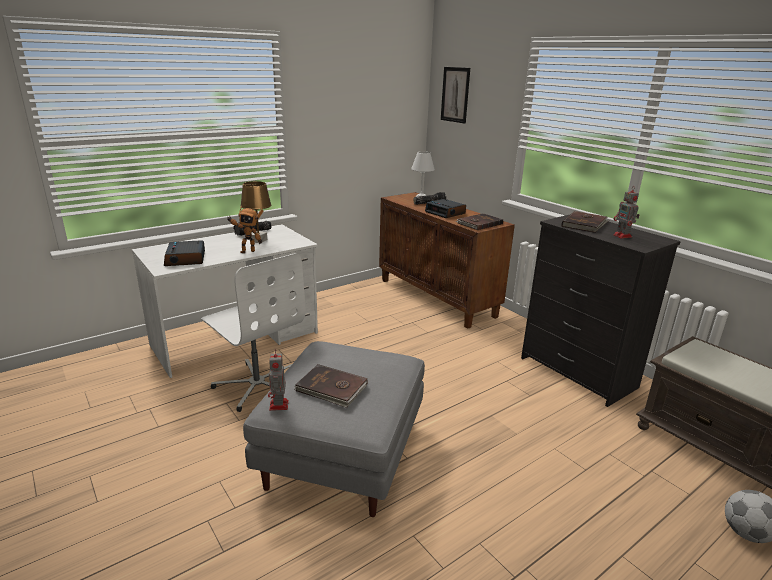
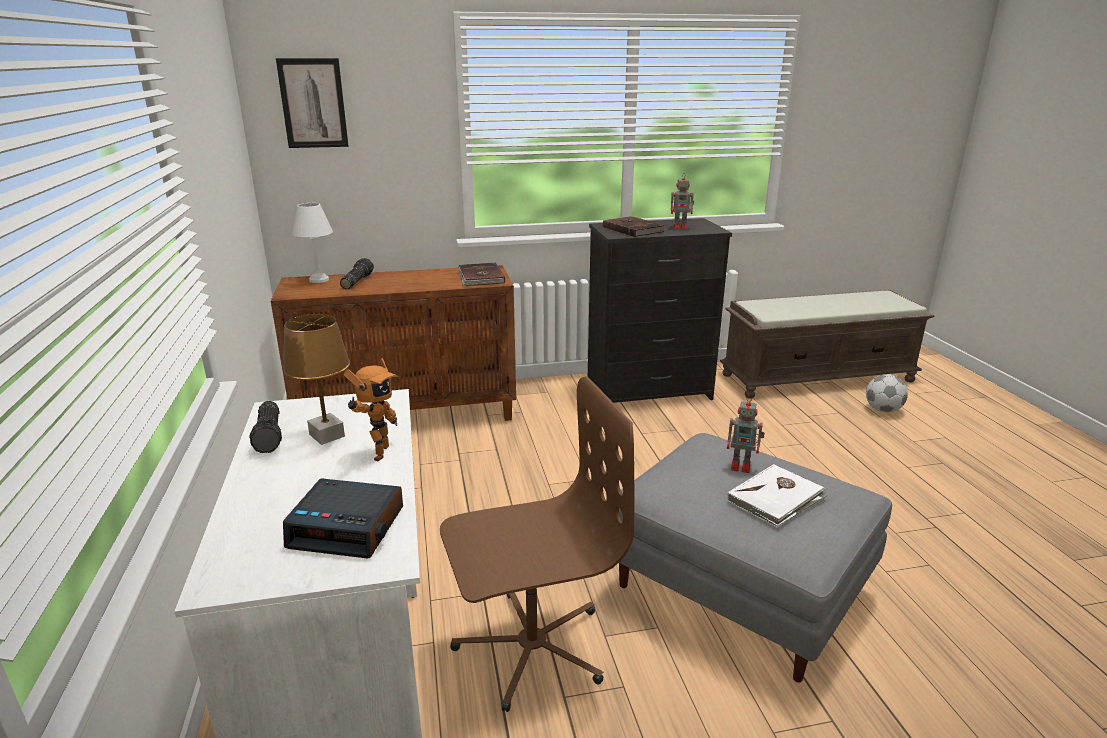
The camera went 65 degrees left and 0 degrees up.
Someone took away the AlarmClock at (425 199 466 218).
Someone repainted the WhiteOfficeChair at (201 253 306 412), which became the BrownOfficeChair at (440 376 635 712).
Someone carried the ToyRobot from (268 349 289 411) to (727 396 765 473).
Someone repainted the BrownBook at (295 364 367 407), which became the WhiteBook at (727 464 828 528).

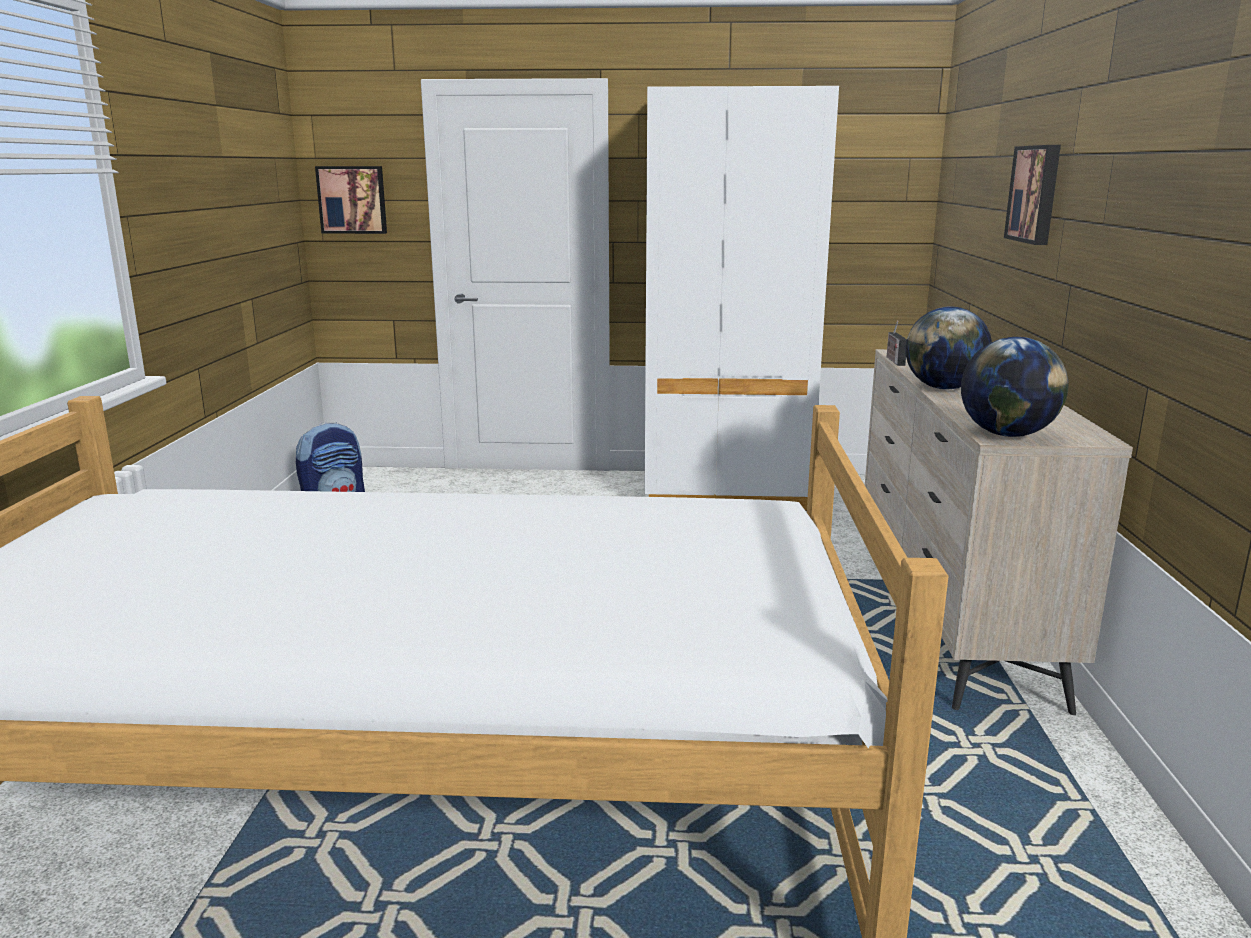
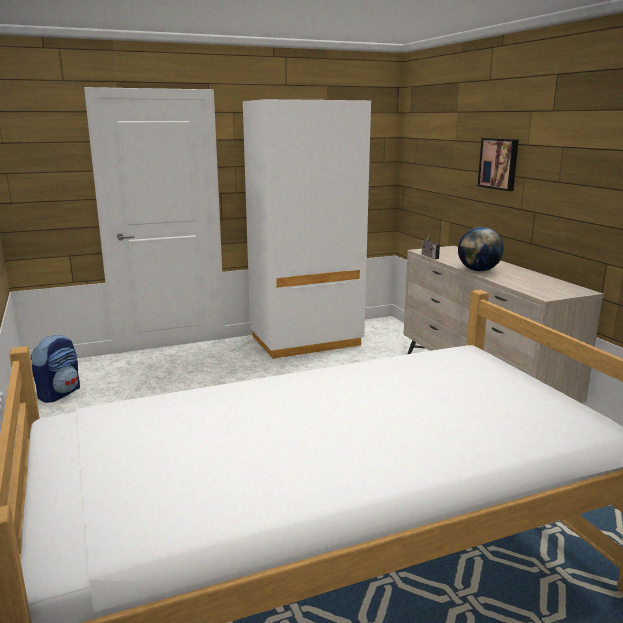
The camera went 25 degrees left and 0 degrees up.
Someone took away the Picture at (315 166 387 234).
Someone took away the Globe at (961 337 1069 437).

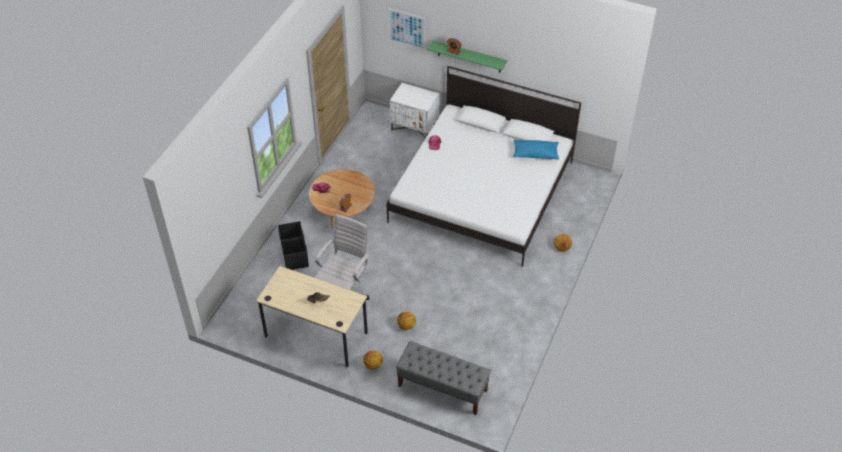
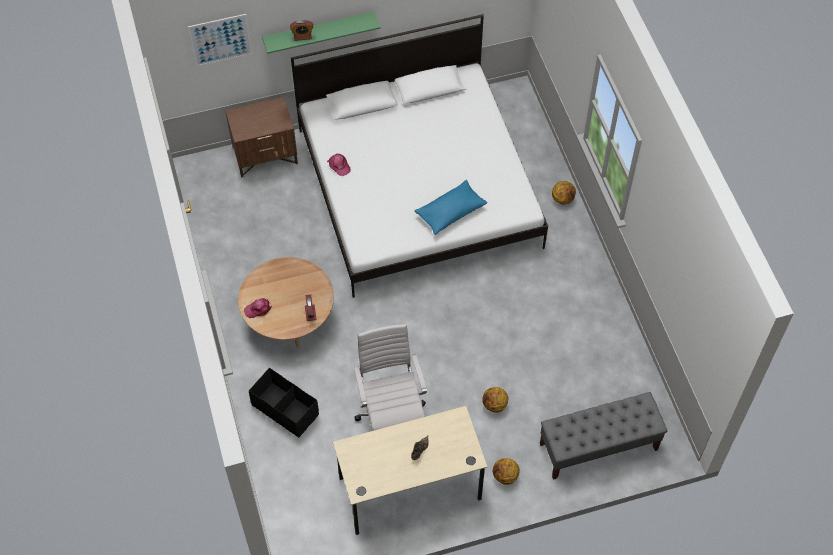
The camera went 40 degrees left and 10 degrees up.
Someone repainted the WhiteNightstand at (390 83 440 138), which became the BrownNightstand at (225 97 298 177).
Someone carried the BluePillow from (513 140 559 160) to (414 180 487 235).

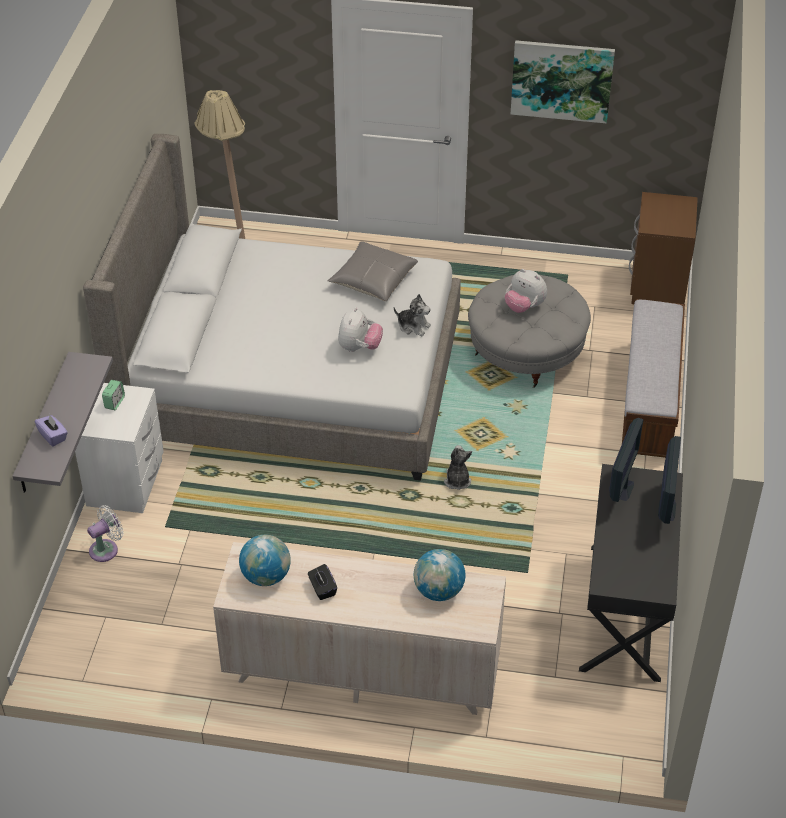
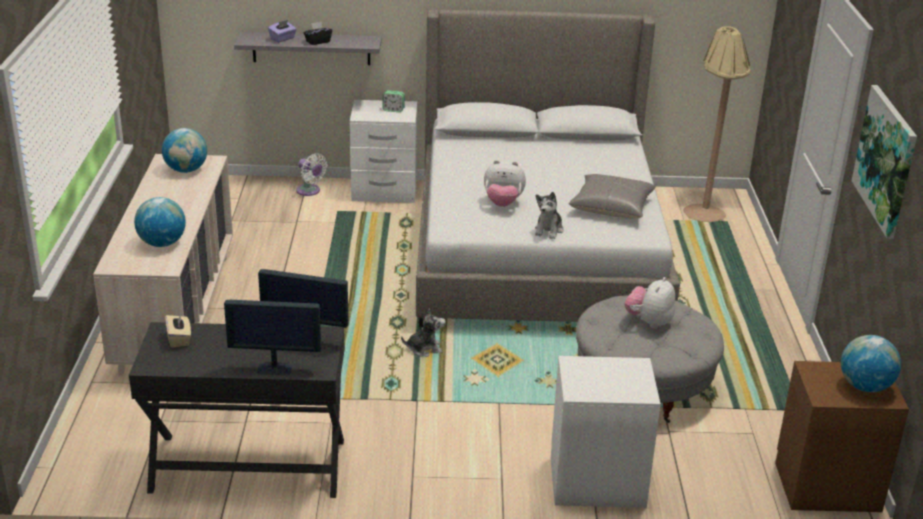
The camera went 80 degrees right and 15 degrees down.
Someone swapped the Bench at (622 299 685 458) for the WhiteNightstand at (551 356 661 508).
Someone carried the BlackTissueBox from (308 564 337 600) to (304 22 332 45).
Someone put down the BeigeTissueBox at (165 313 191 348).
Someone put down the Globe at (841 335 901 392).

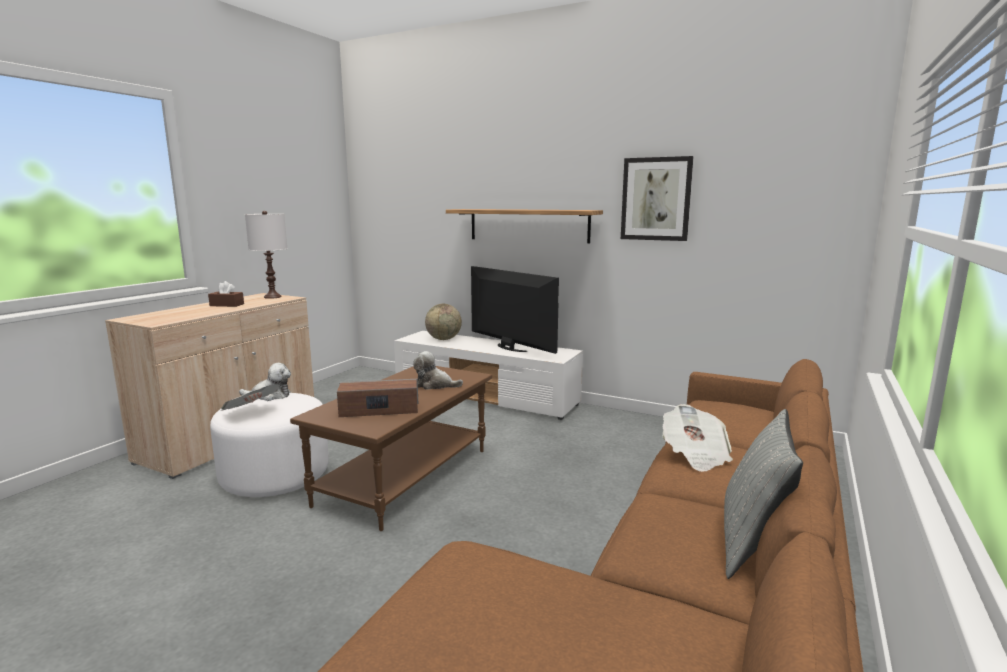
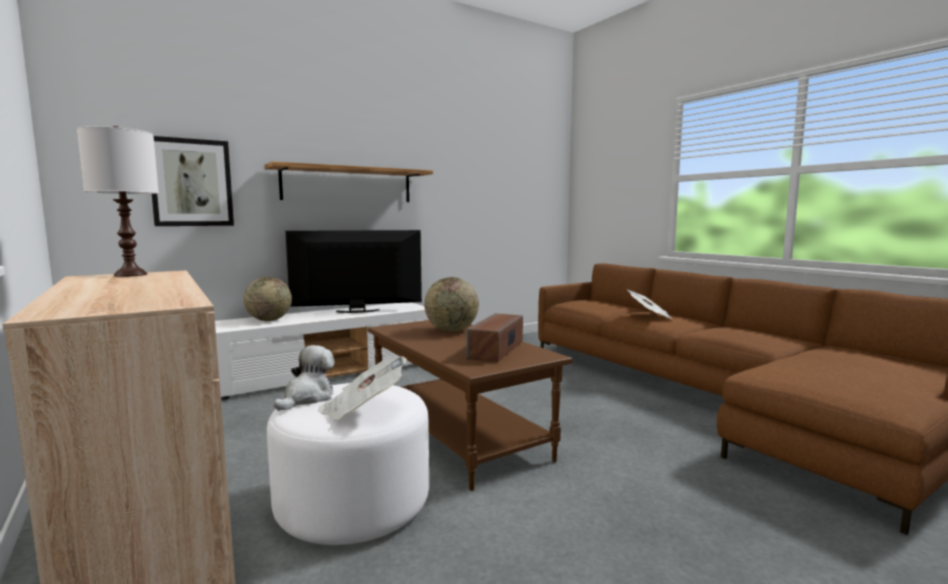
The camera went 60 degrees left and 5 degrees down.
Someone carried the Picture from (621 156 694 241) to (152 136 234 226).
Someone took away the BrownTissueBox at (208 281 244 307).
Someone swapped the PlushToy at (413 351 463 390) for the Globe at (424 277 479 332).
Someone took away the GreyPillow at (724 409 803 579).

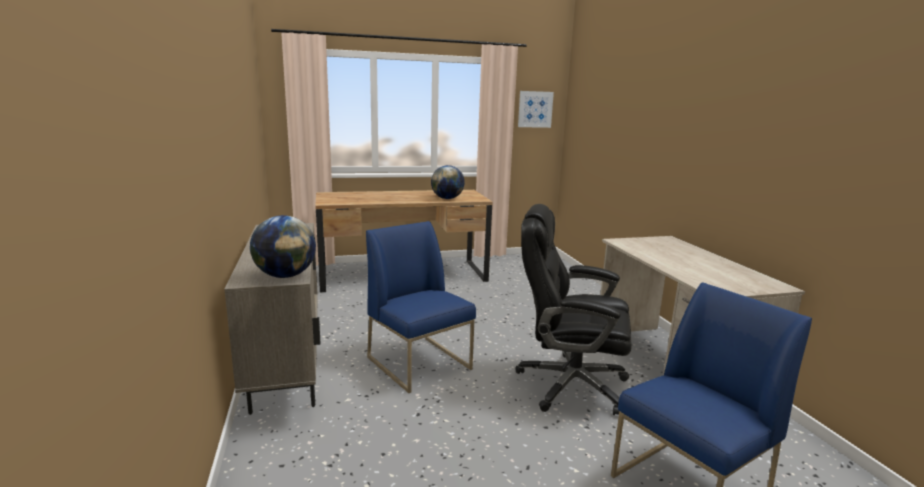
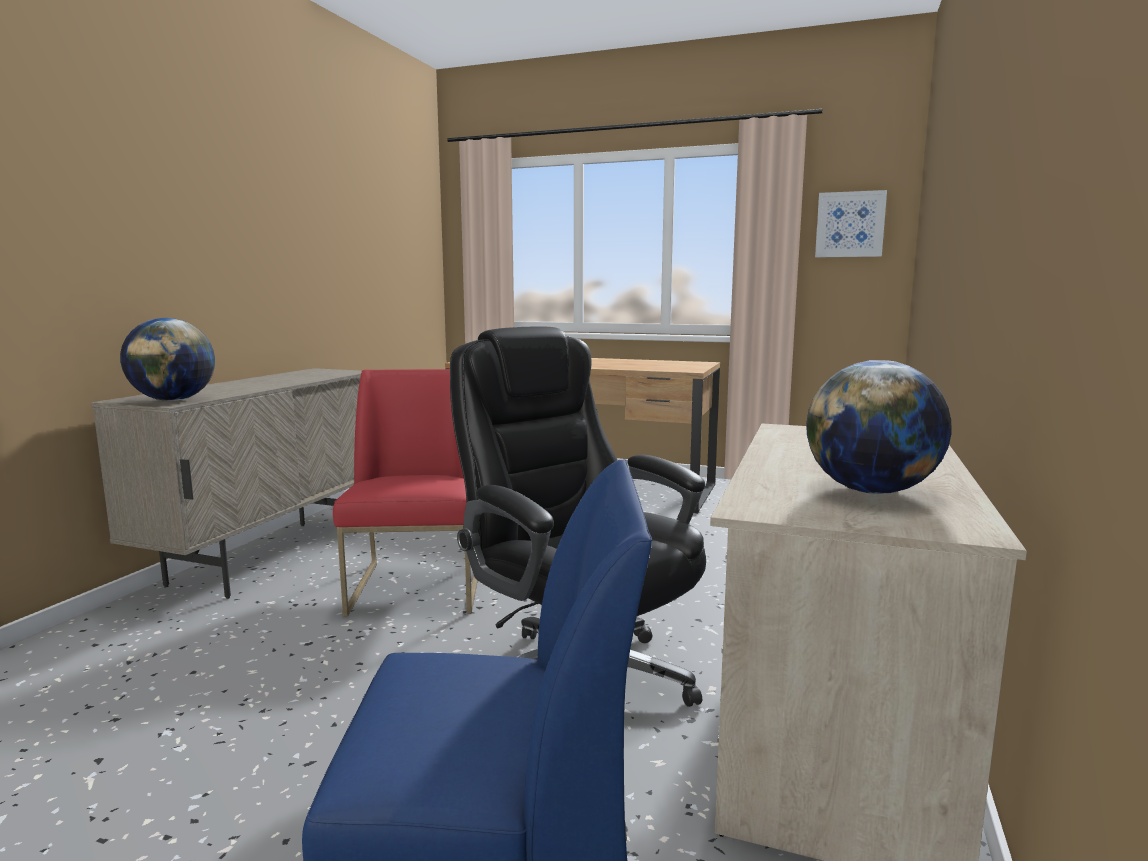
The camera went 35 degrees right and 5 degrees down.
Someone carried the Globe from (431 165 465 199) to (806 360 951 494).
Someone repainted the BlueChair at (366 221 476 393), which became the RedChair at (333 369 478 617).

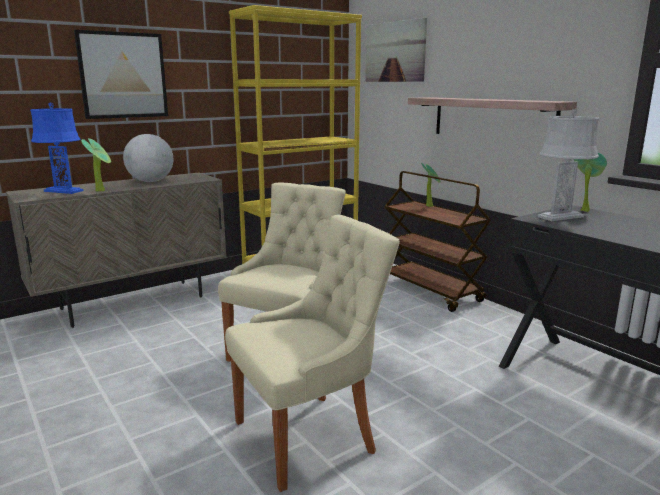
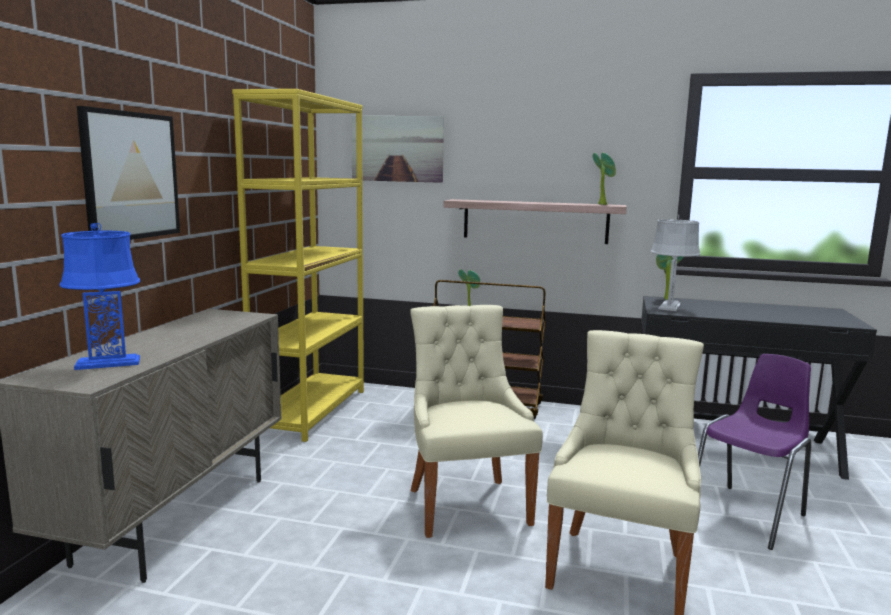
The camera went 40 degrees left and 5 degrees down.
Someone took away the Globe at (123 134 173 182).
Someone carried the PottedPlant from (81 138 111 192) to (593 153 616 205).
Someone put down the PurpleChair at (698 354 811 550).

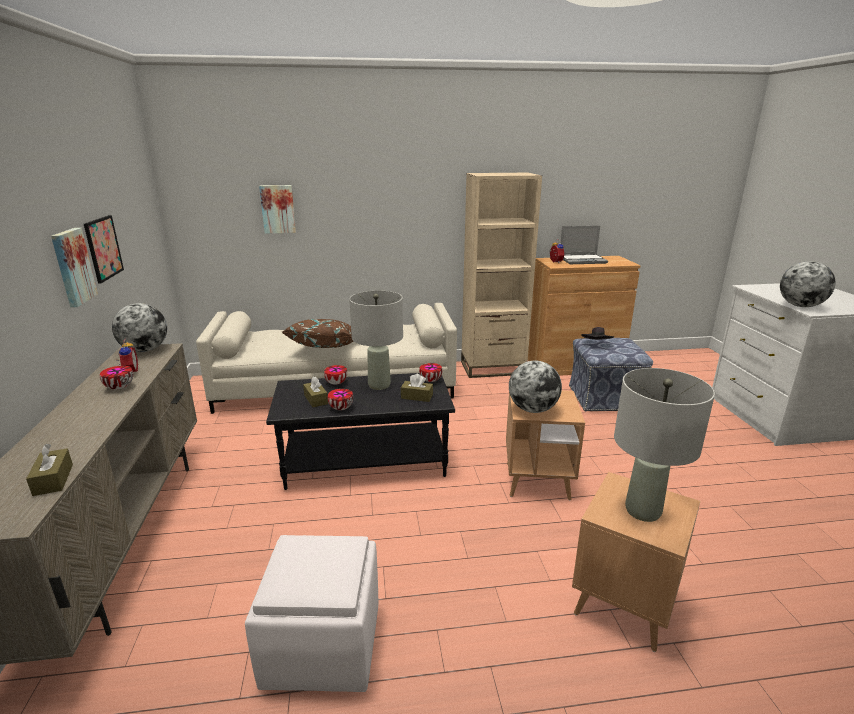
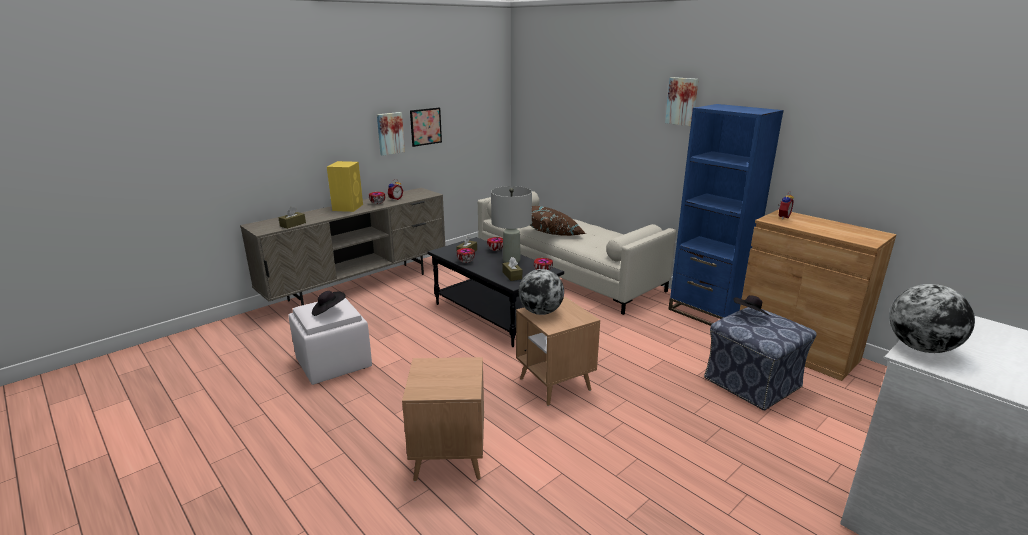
The camera went 55 degrees right and 0 degrees up.
Someone repainted the BeigeBookcase at (461 173 542 378), which became the BlueBookcase at (668 104 784 326).
Someone carried the Picture from (259 185 296 234) to (665 77 699 126).
Someone took away the Laptop at (560 226 608 264).
Someone took away the Globe at (112 303 167 352).
Someone took away the GreyTableLamp at (614 368 715 522).
Someone put down the YellowSpeaker at (327 161 363 212).
Someone put down the BlackHat at (312 291 345 316).

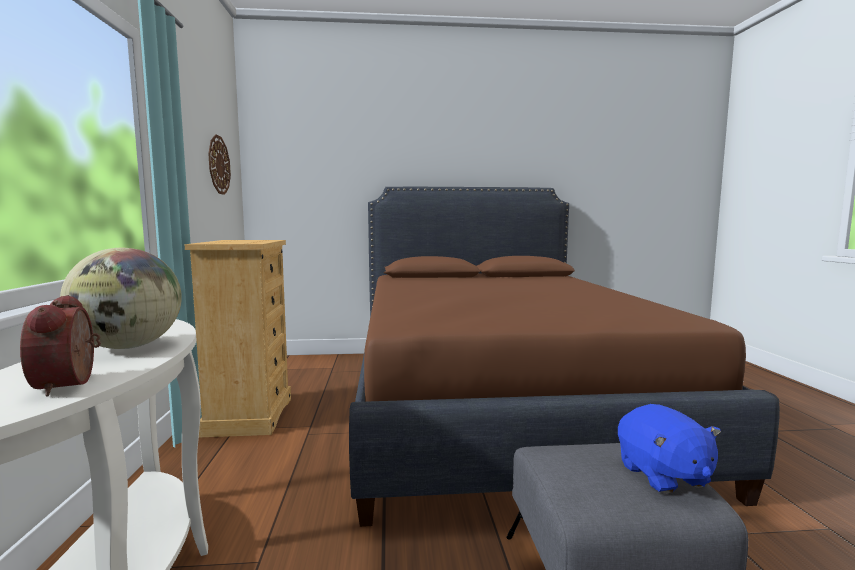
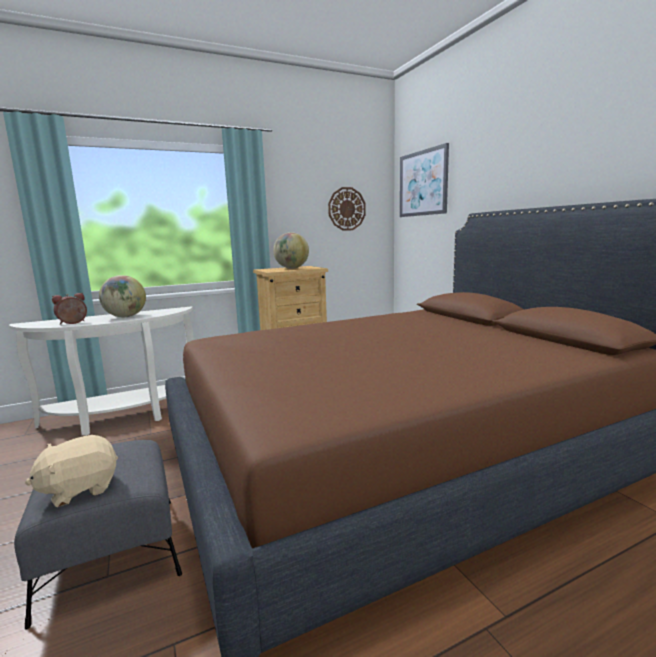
The camera went 70 degrees right and 5 degrees up.
Someone repainted the BluePlushToy at (618 404 721 493), which became the BeigePlushToy at (25 435 118 507).
Someone put up the Picture at (400 143 449 217).
Someone put down the Globe at (273 232 309 269).

